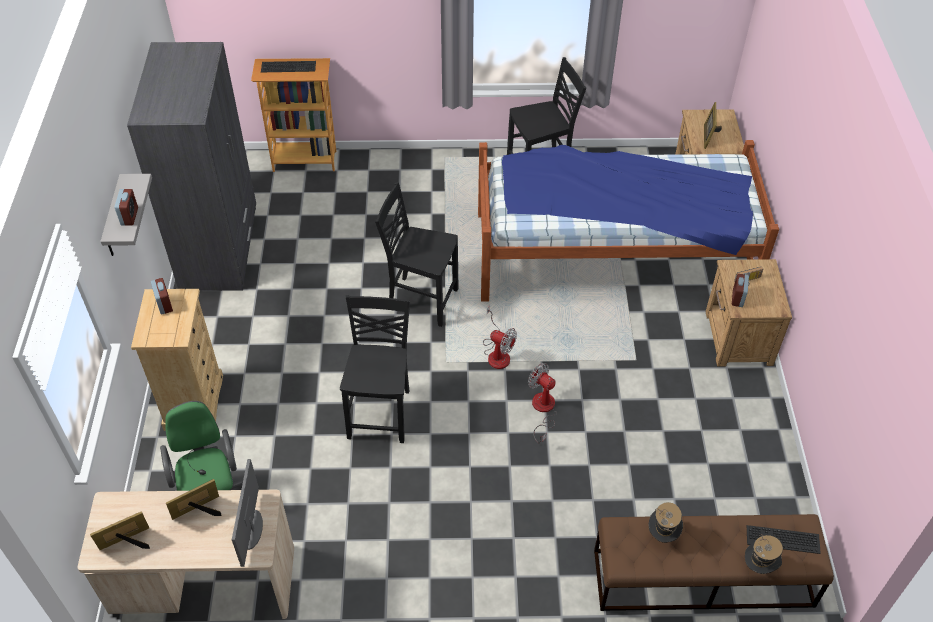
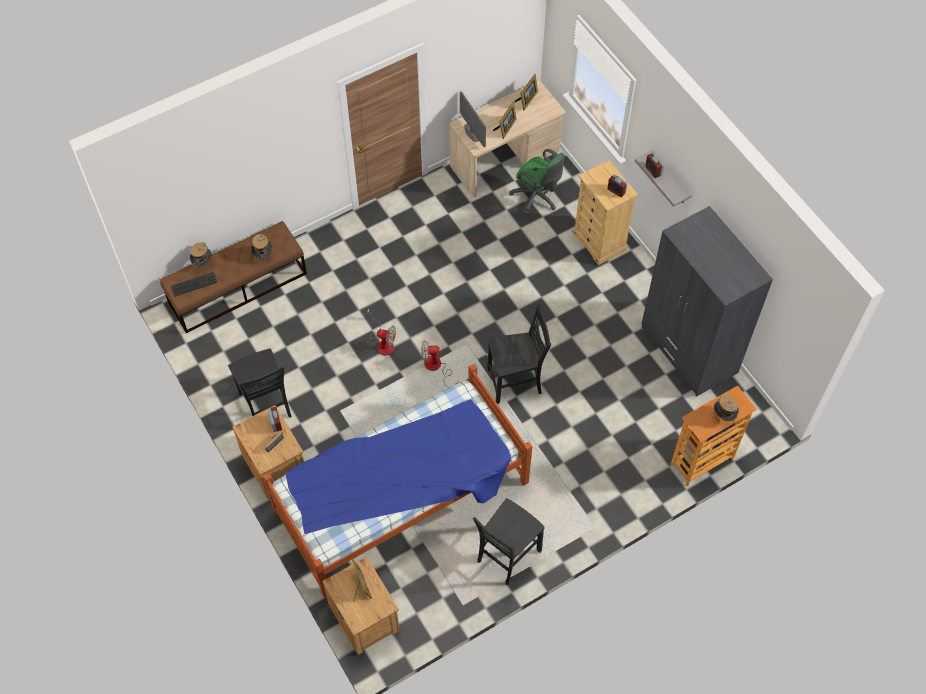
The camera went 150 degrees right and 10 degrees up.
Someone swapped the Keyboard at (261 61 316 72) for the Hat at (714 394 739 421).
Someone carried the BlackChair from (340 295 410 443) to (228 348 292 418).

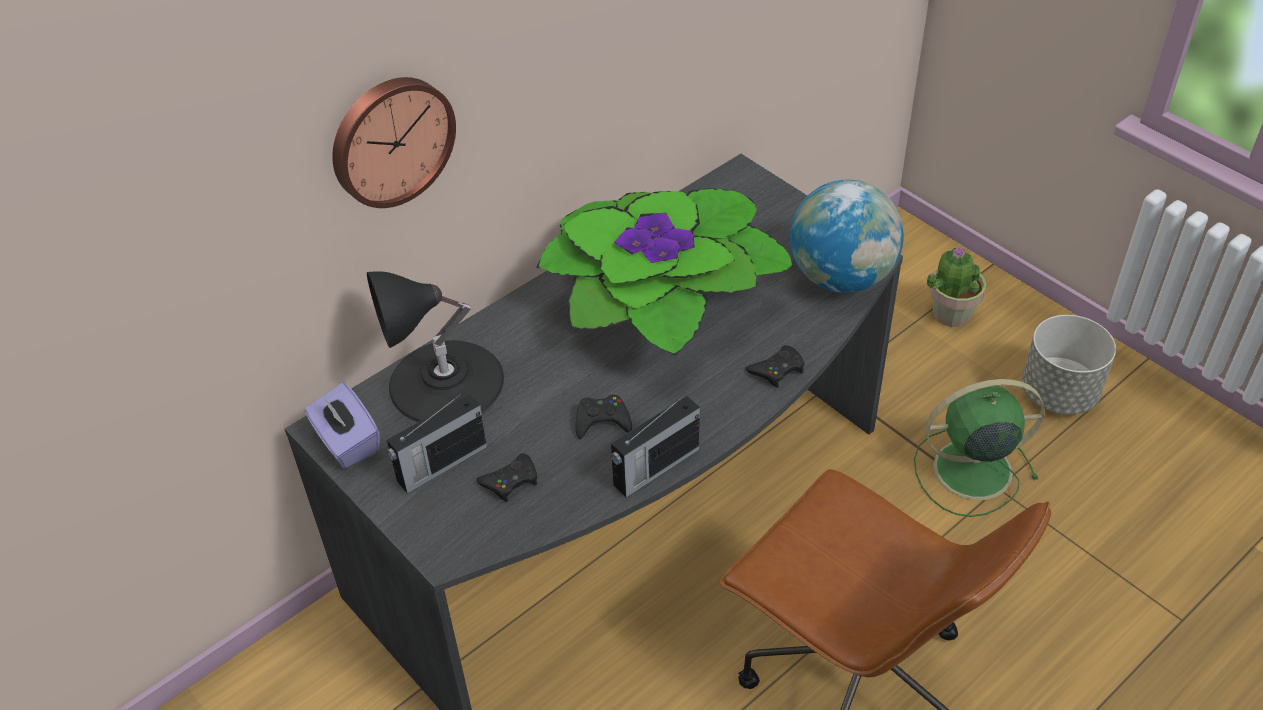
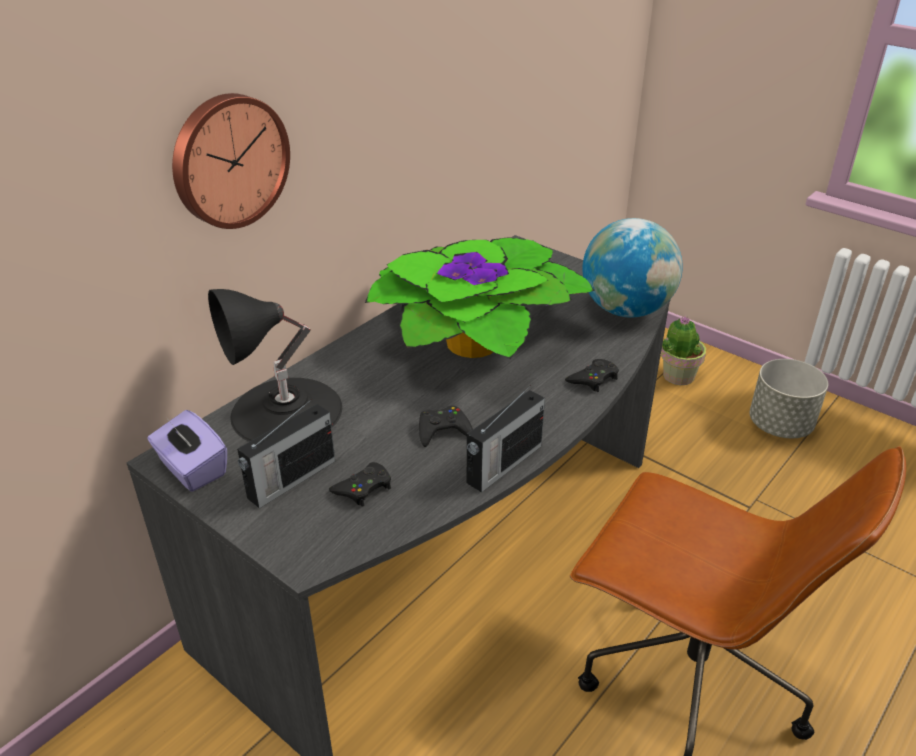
The camera went 10 degrees left and 10 degrees down.
Someone took away the GreenFan at (914 379 1045 517).

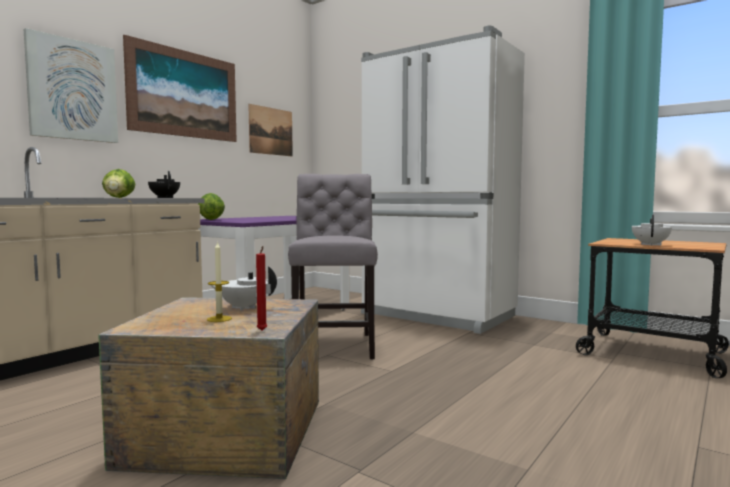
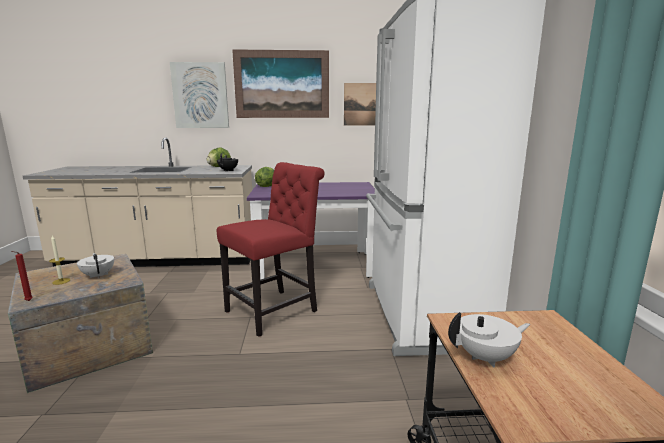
The camera went 50 degrees right and 10 degrees up.
Someone repainted the GreyChair at (288 174 378 360), which became the RedChair at (217 162 325 337).

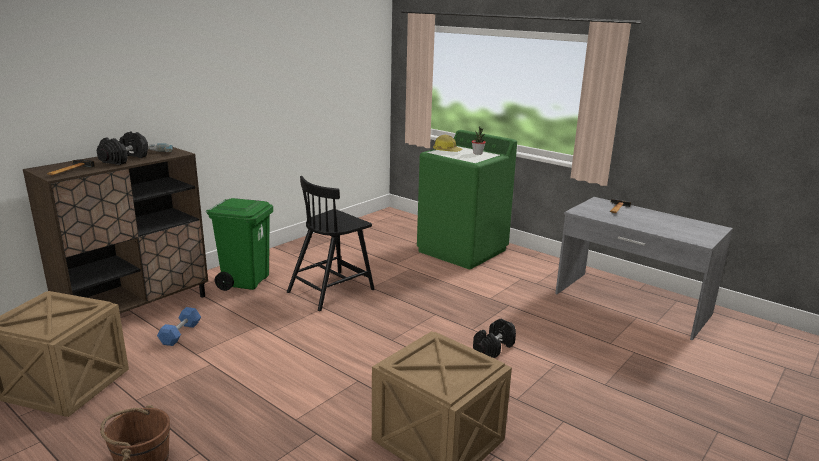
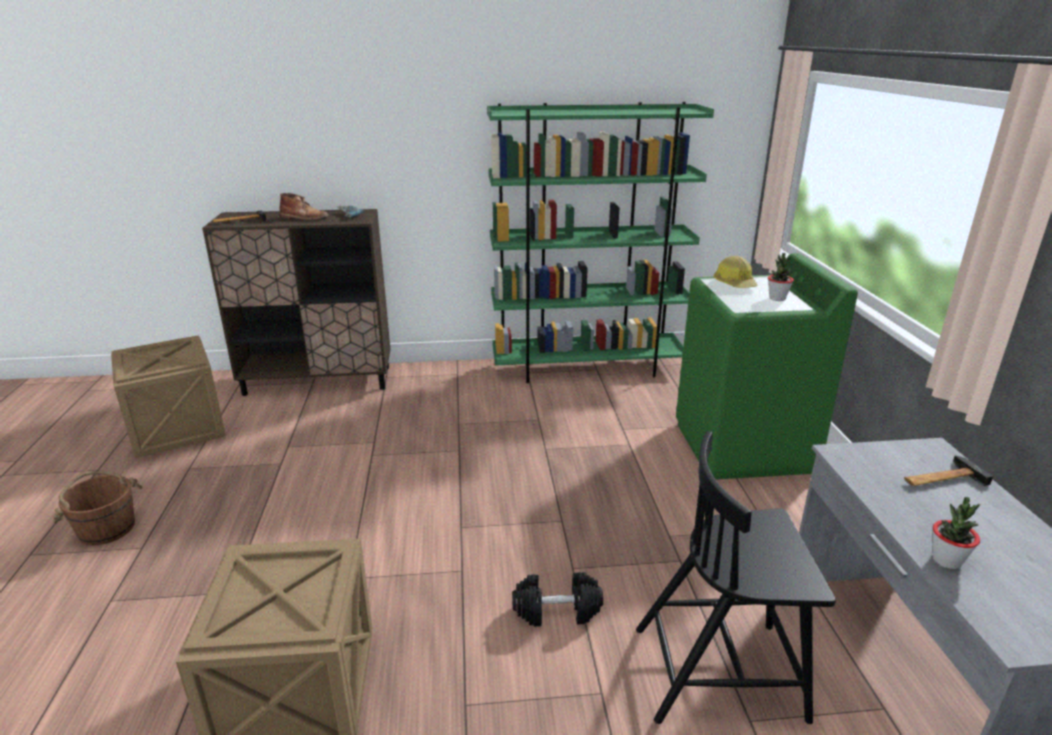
The camera went 45 degrees right and 5 degrees up.
Someone swapped the BlackDumbbell at (97 132 148 165) for the BrownBoot at (279 193 329 220).
Someone carried the BlackChair from (287 176 374 311) to (636 431 836 724).
Someone took away the GreenTrashCan at (206 198 273 291).
Someone took away the BlueDumbbell at (157 307 201 346).
Someone put down the GreenBookcase at (487 102 714 383).
Someone put down the PottedPlant at (933 497 980 569).

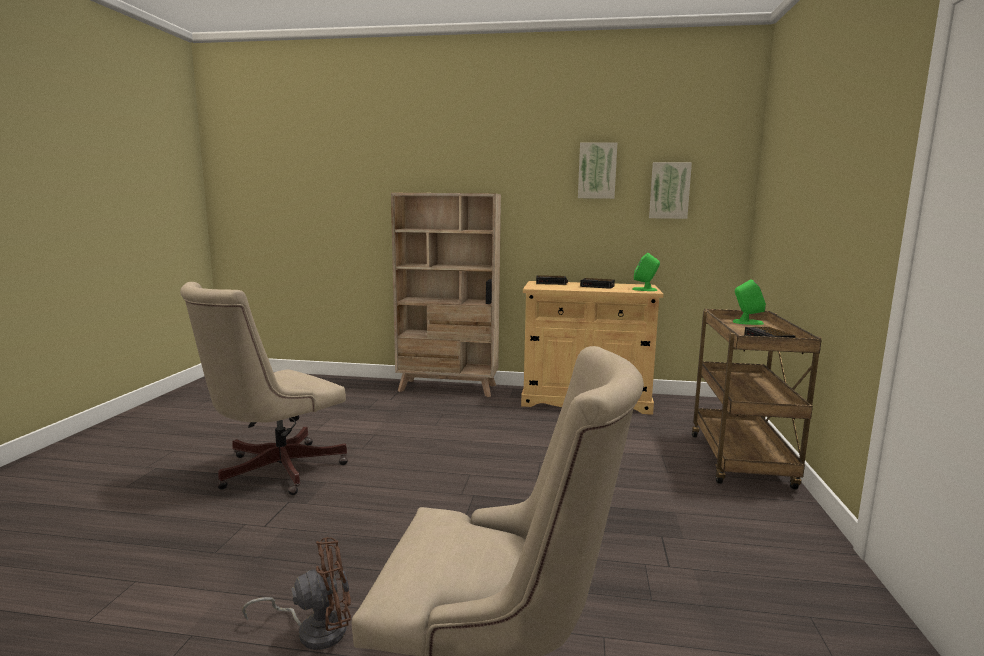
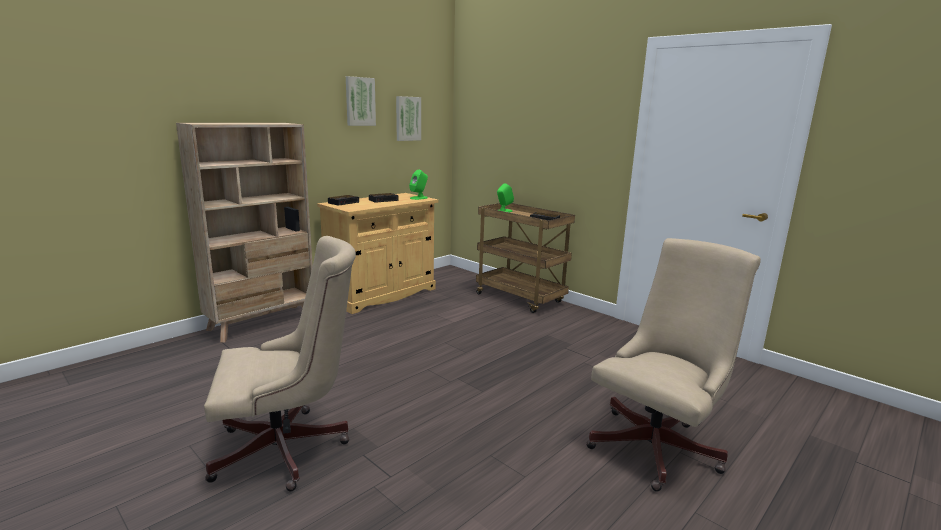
The camera went 55 degrees left and 5 degrees up.
Someone rotated the BeigeOfficeChair at (180 282 348 495) by 90 degrees counterclockwise.
Someone took away the BrownFan at (242 537 351 650).

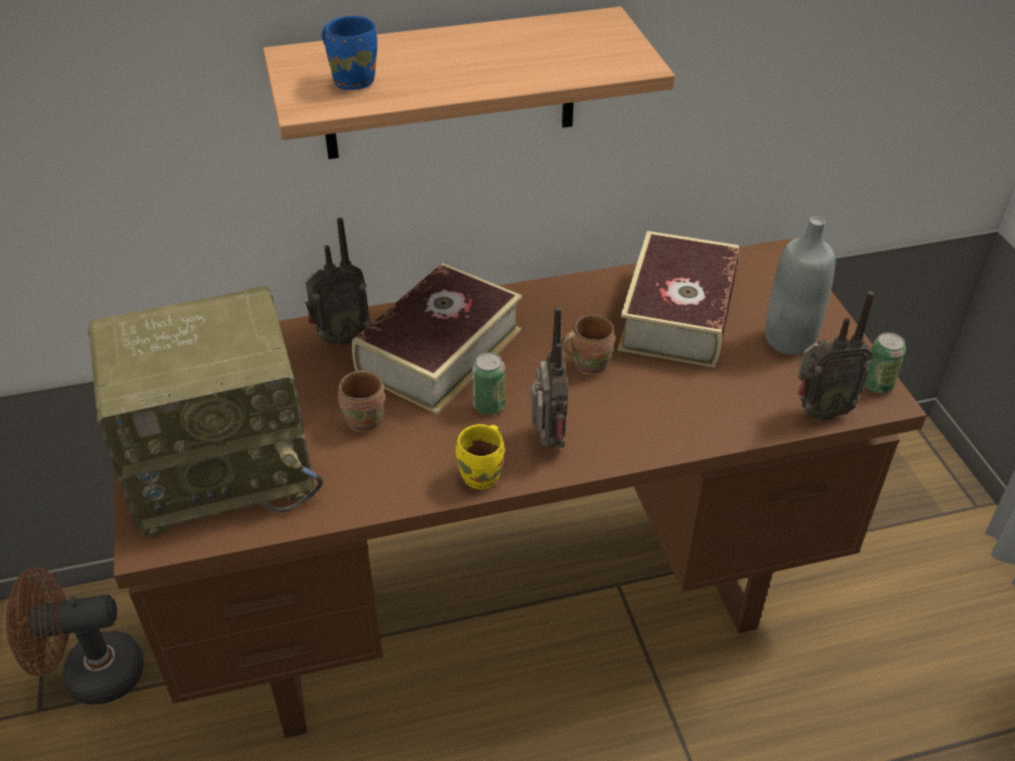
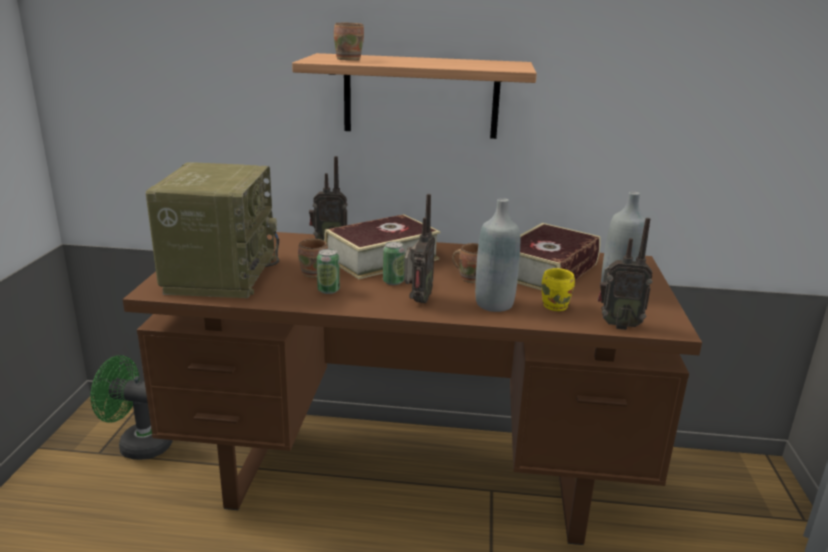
The camera went 20 degrees right and 20 degrees down.
Someone repainted the BlueMug at (322 16 377 90), which became the BrownMug at (334 22 364 60).
Someone rotated the Radio at (88 286 323 538) by 90 degrees counterclockwise.
Someone carried the Can from (864 332 906 393) to (317 249 340 294).
Someone carried the YellowMug from (456 424 505 489) to (542 268 575 311).
Someone repainted the BrownFan at (6 568 144 704), which became the GreenFan at (90 355 173 460).
Someone put down the GreyBottle at (475 198 520 312).

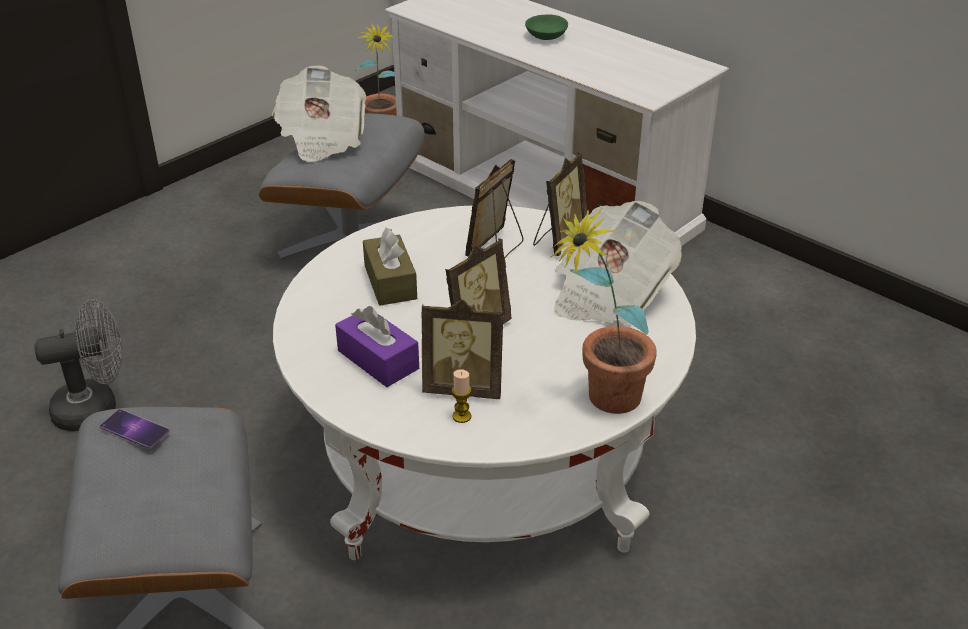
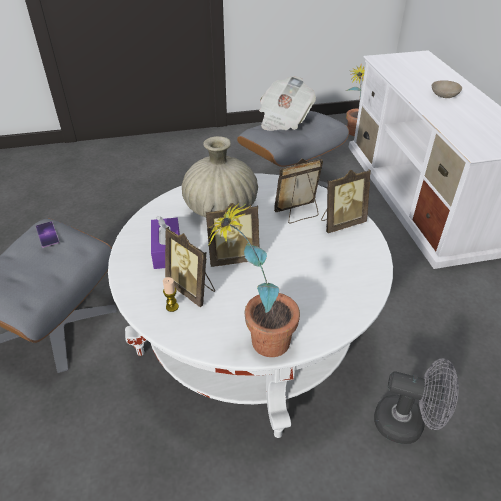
The camera went 35 degrees right and 5 degrees up.
Someone repainted the GreenBowl at (525 15 568 40), which became the BeigeBowl at (432 80 462 98).
Someone took away the Newspaper at (554 201 682 325).
Someone swapped the BrownTissueBox at (363 227 417 306) for the BeigeVase at (182 136 258 217).
Someone carried the GreyFan from (34 299 122 431) to (374 358 459 444).

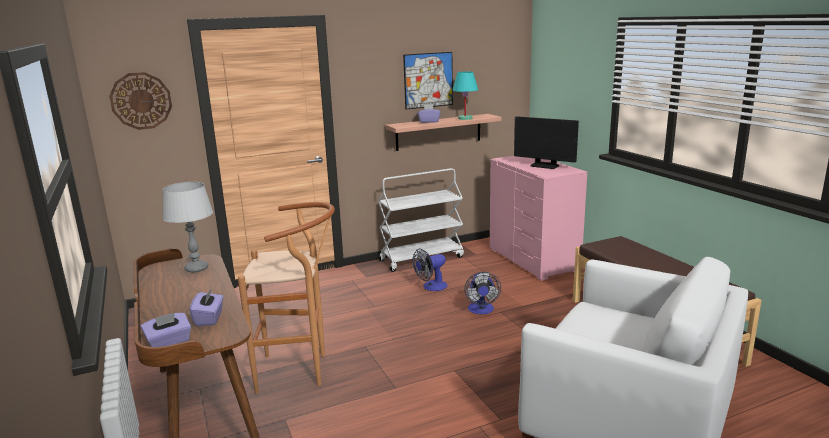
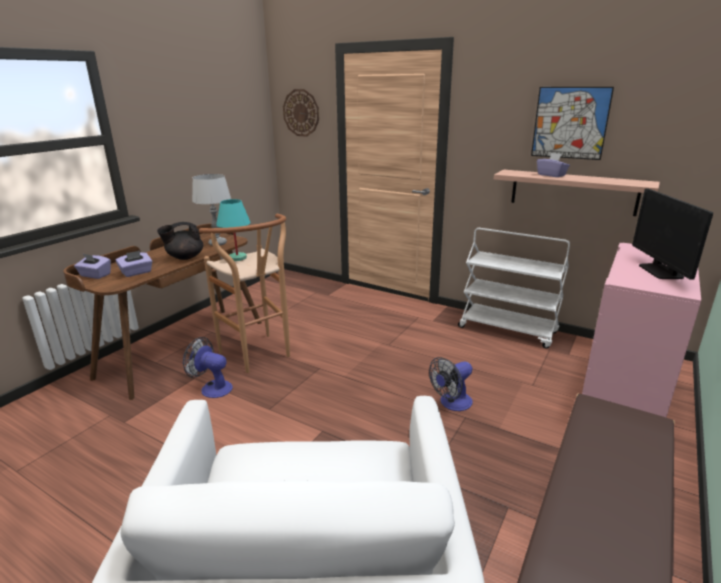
The camera went 55 degrees right and 5 degrees up.
Someone carried the TurquoiseTableLamp from (452 72 478 120) to (216 199 251 261).
Someone carried the Fan from (413 249 448 291) to (183 337 233 398).
Someone put down the BlackTeapot at (157 222 203 260).

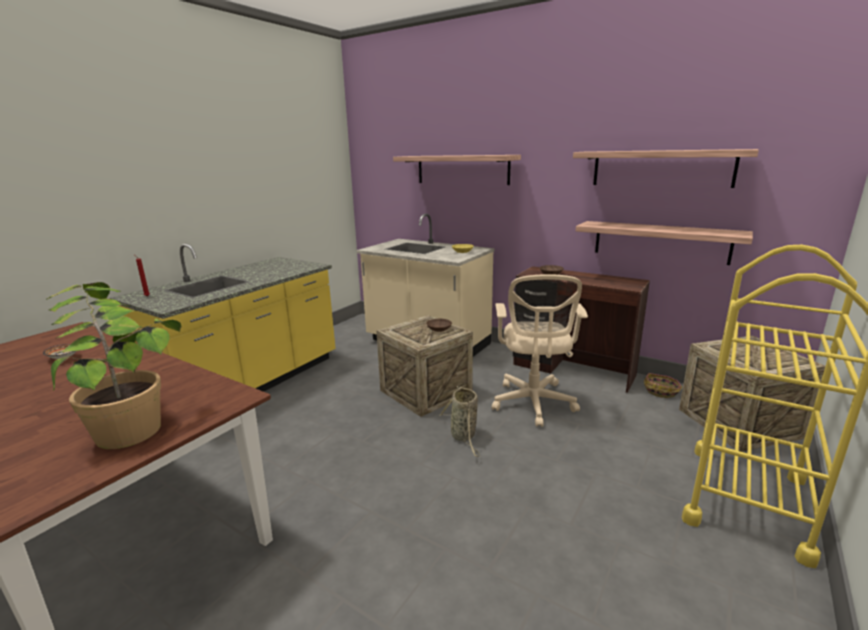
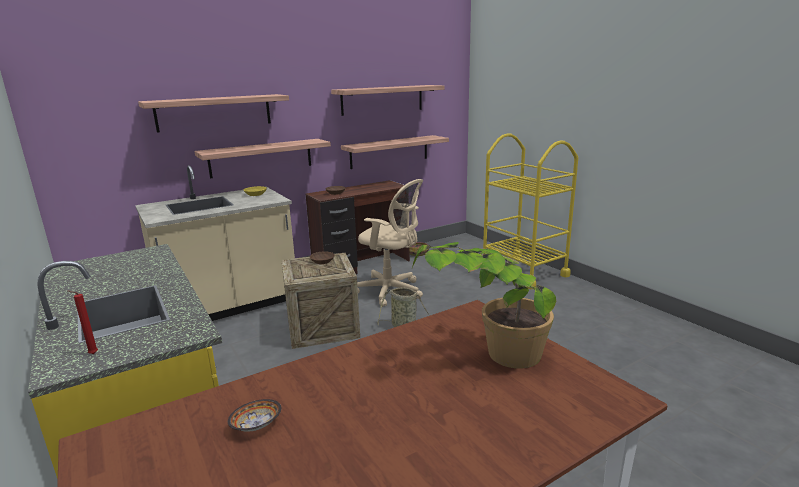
The camera went 65 degrees left and 0 degrees up.
Someone took away the Crate at (679 335 825 452).
Someone put up the Shelf at (194 139 331 178).

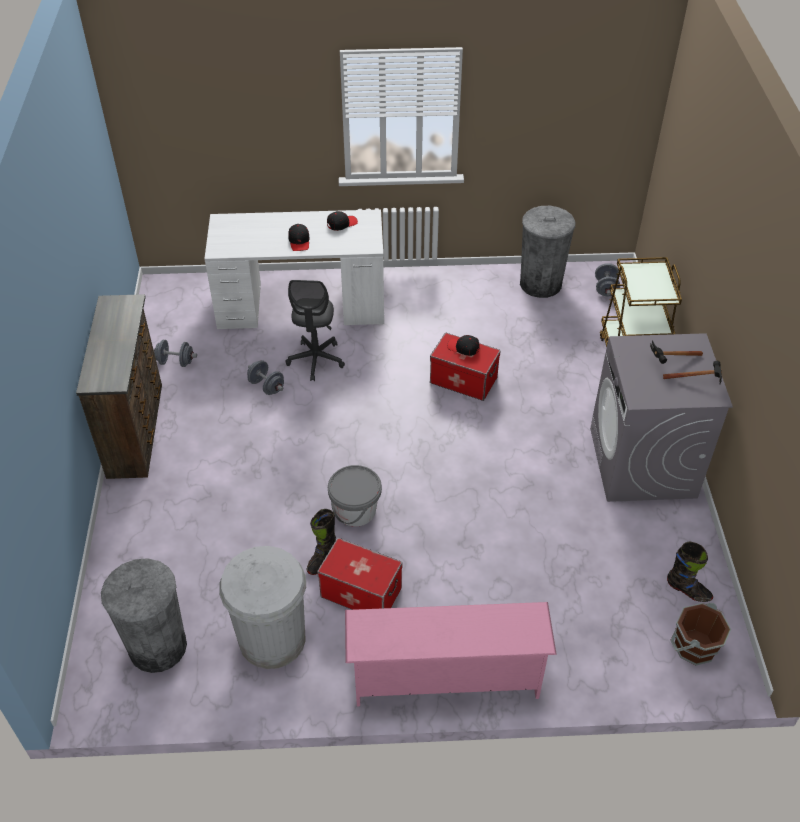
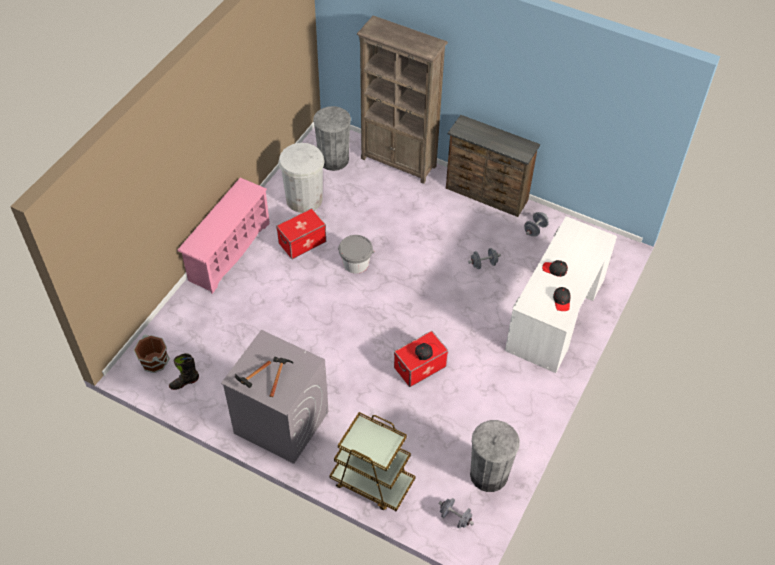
The camera went 120 degrees right and 5 degrees up.
Someone took away the GreyOfficeChair at (286 280 345 381).
Someone took away the BlackBoot at (307 509 336 575).
Someone put down the BrownBookcase at (357 16 448 184).

